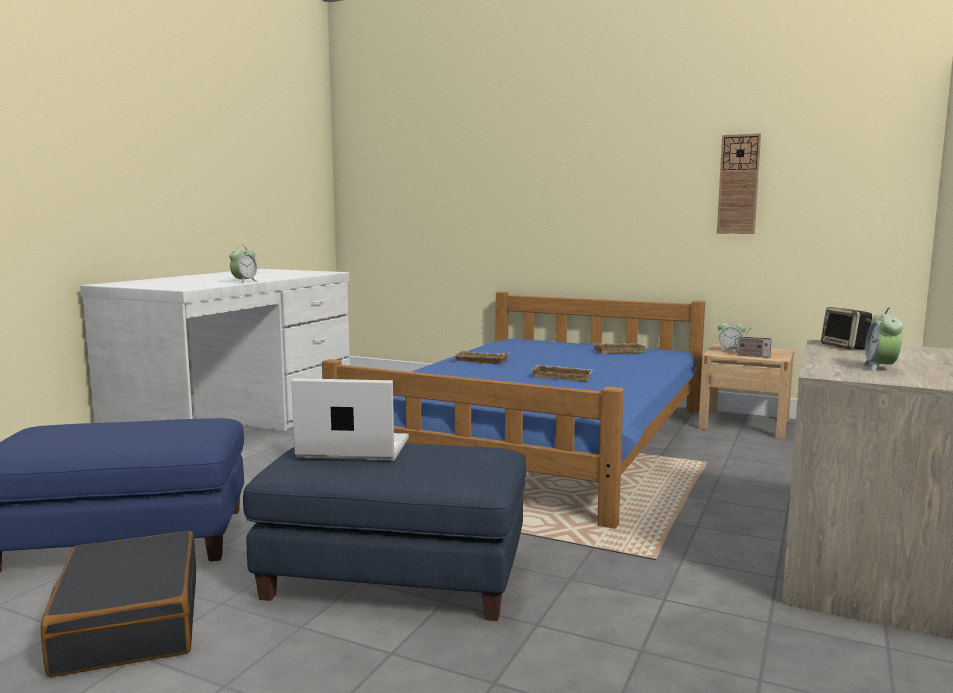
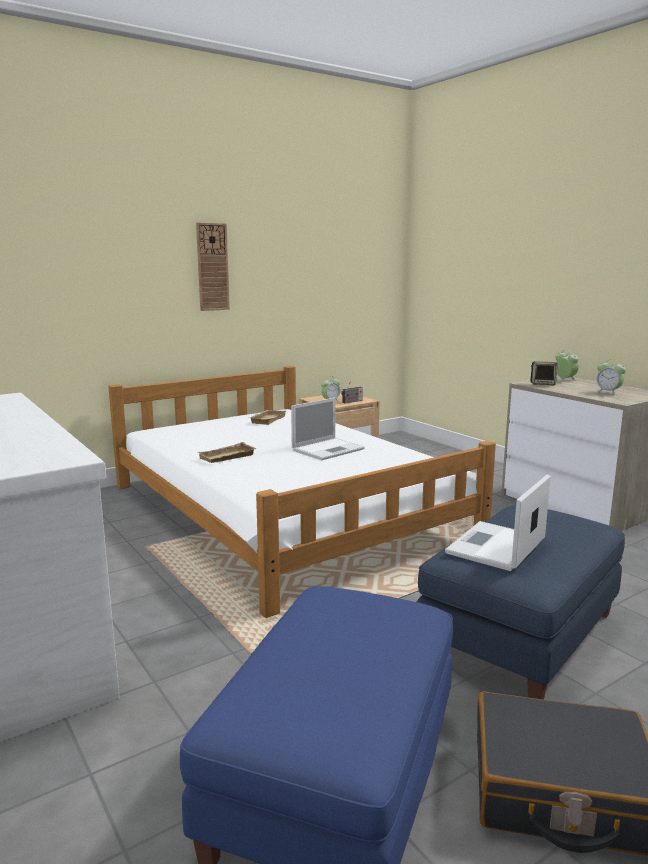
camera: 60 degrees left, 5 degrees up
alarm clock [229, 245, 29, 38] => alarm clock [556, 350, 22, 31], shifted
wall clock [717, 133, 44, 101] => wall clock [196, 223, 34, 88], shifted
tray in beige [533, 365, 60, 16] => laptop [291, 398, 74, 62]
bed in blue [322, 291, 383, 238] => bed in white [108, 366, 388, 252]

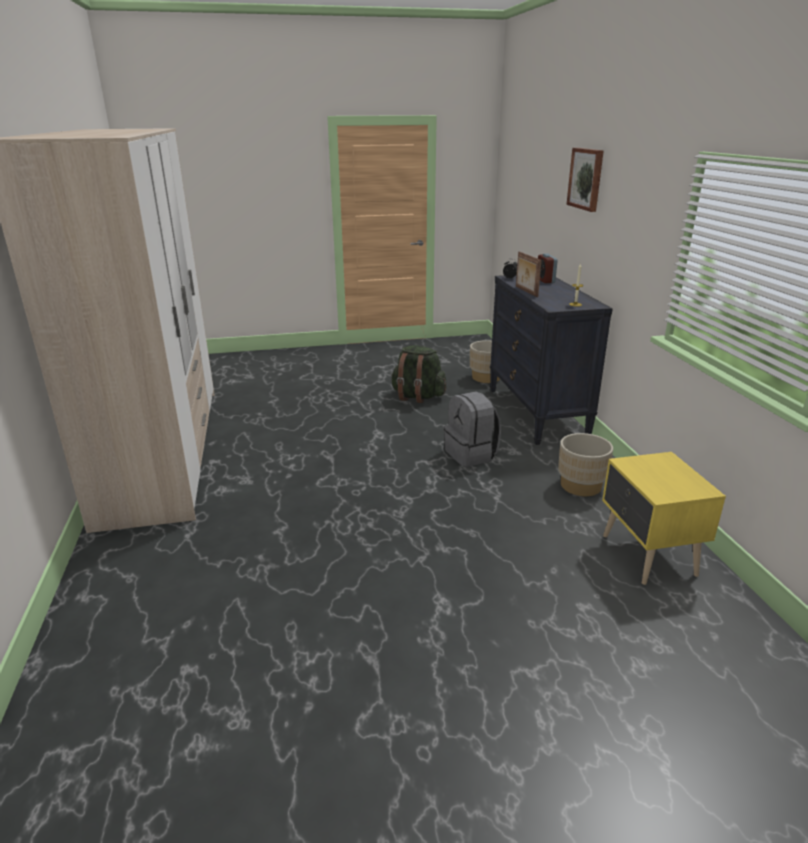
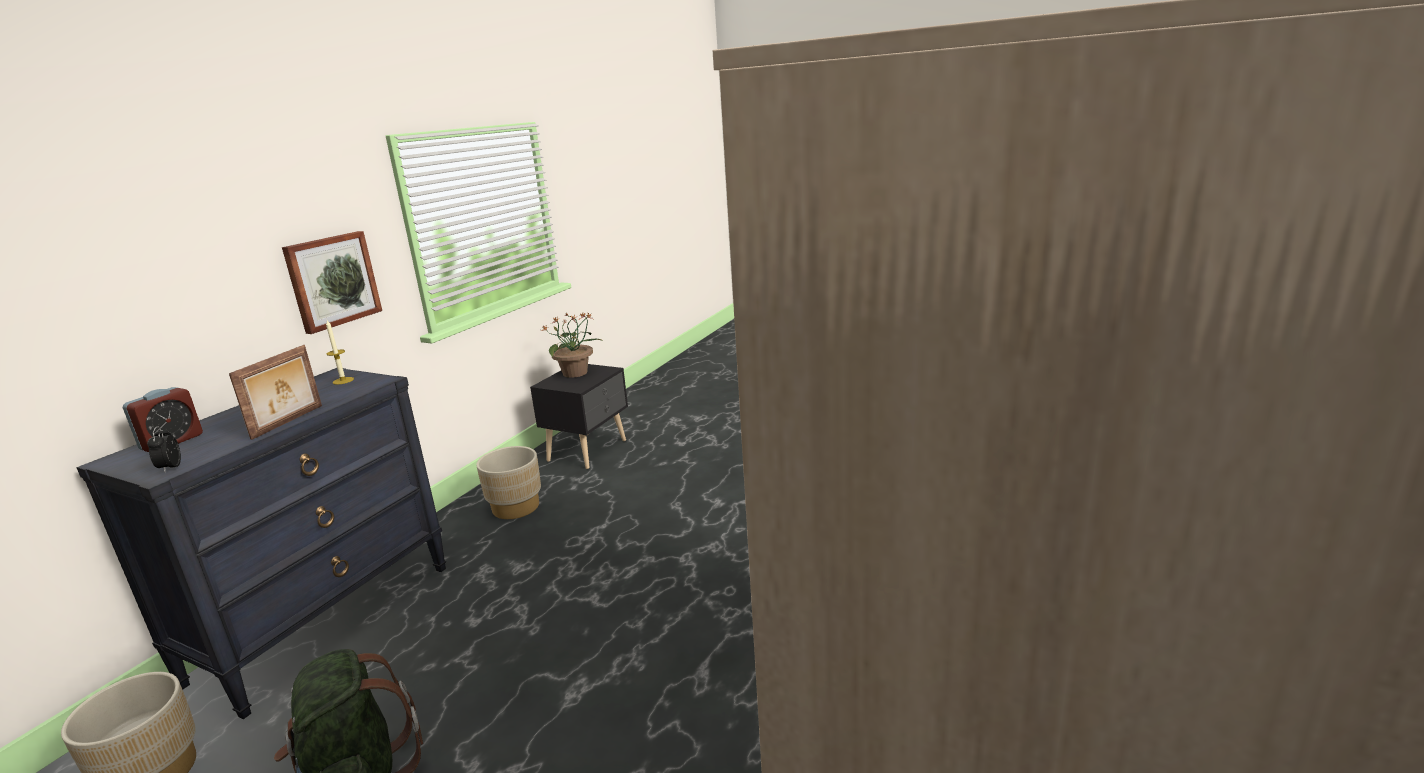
camera: 140 degrees left, 5 degrees down
backpack in grey [444, 391, 57, 76] => nothing
nothing => potted plant [541, 312, 60, 66]
picture [566, 148, 38, 64] => picture [282, 231, 100, 103], shifted
nightstand in yellow [602, 452, 124, 133] => nightstand in black [530, 364, 98, 105]

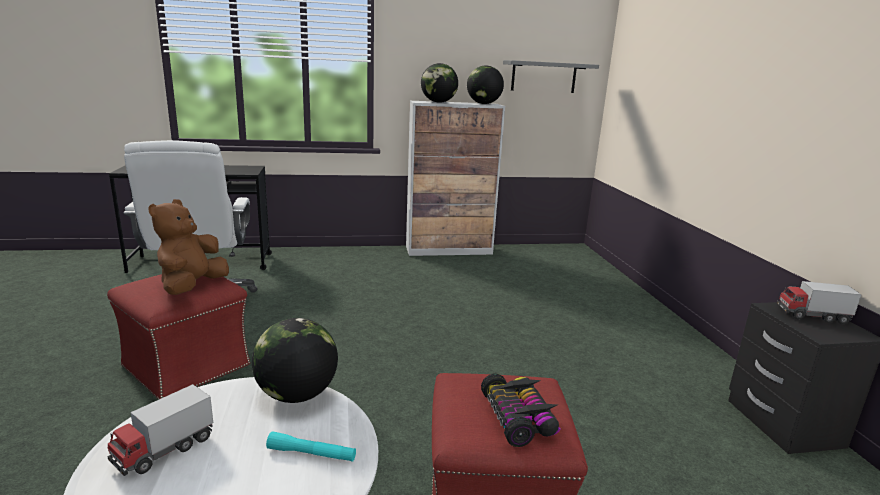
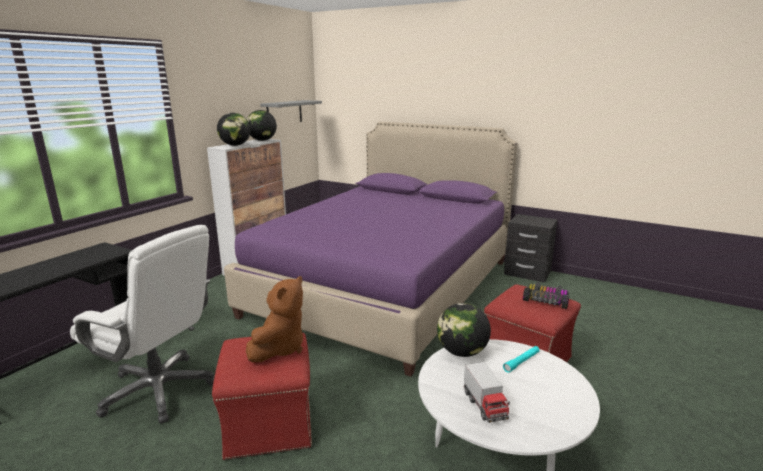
camera: 50 degrees left, 0 degrees up
toy truck [777, 281, 84, 43] => nothing
nothing => bed in purple [224, 122, 294, 255]
plush toy in brown [148, 199, 81, 96] => plush toy in brown [246, 276, 57, 86], 120 degrees counterclockwise

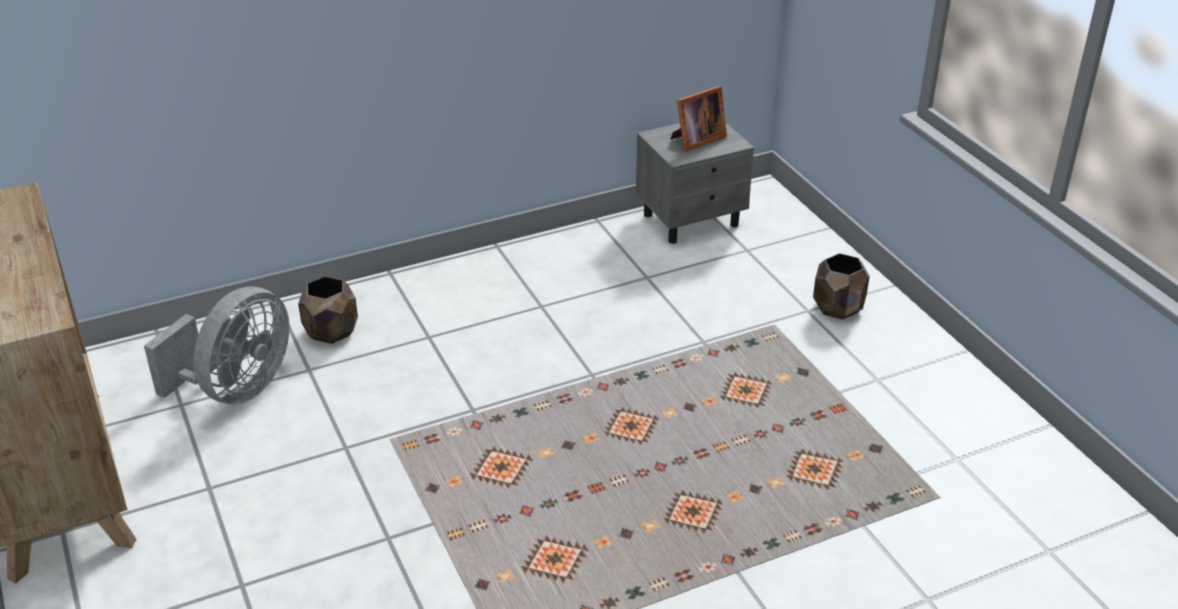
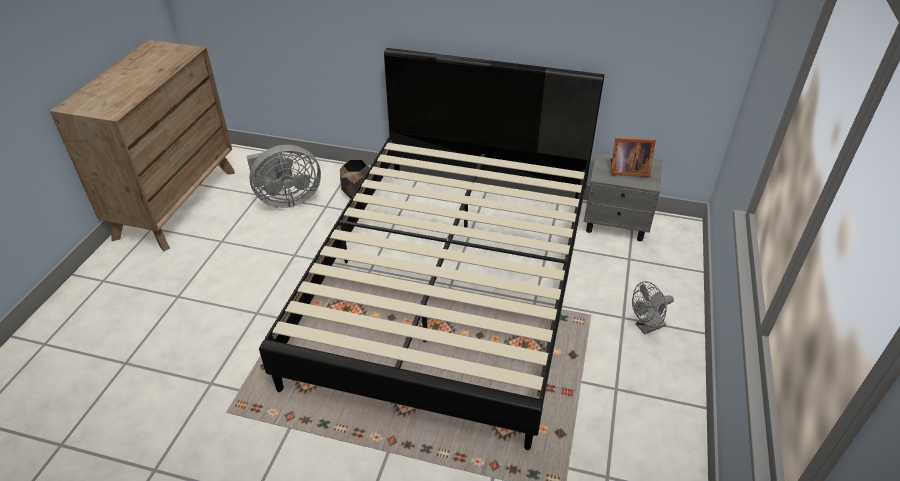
camera: 40 degrees right, 5 degrees up
nothing => bed in black [259, 48, 345, 402]
planter in brown [813, 253, 57, 67] => fan in grey [632, 281, 42, 53]

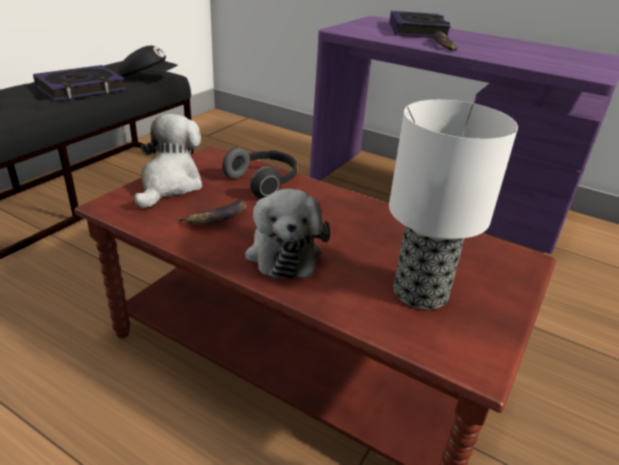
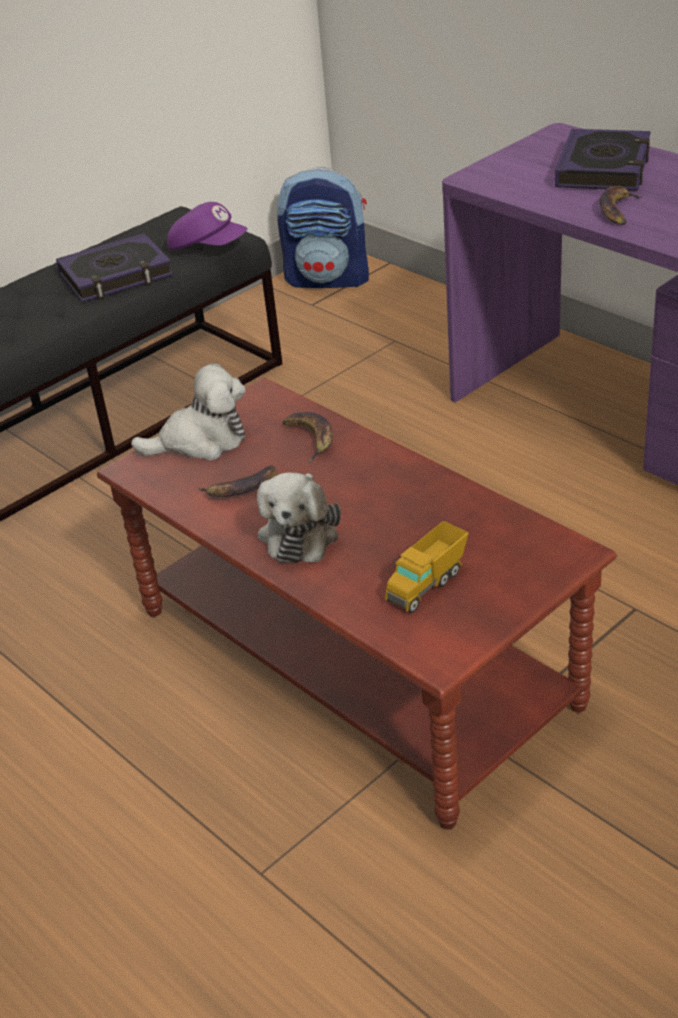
camera: 20 degrees right, 5 degrees up
nothing => backpack [277, 167, 92, 121]
headphones [222, 147, 75, 52] => banana [283, 412, 50, 51]
table lamp [389, 100, 129, 210] => toy truck [385, 521, 84, 92]
cap in black [119, 46, 59, 31] => cap in purple [167, 202, 81, 48]
plush toy [134, 114, 68, 94] => plush toy [131, 363, 115, 98], 45 degrees clockwise

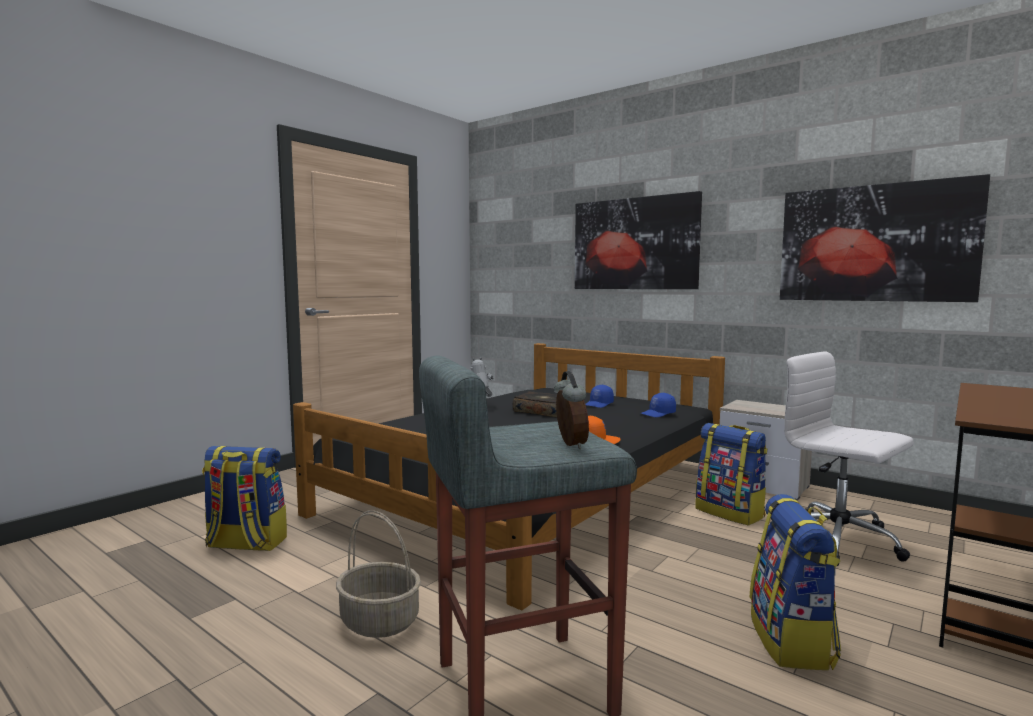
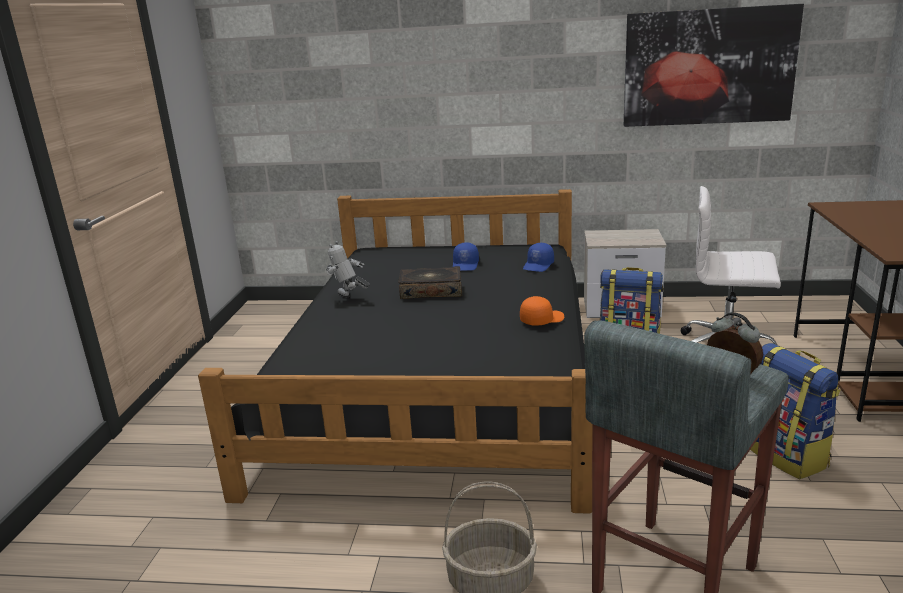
camera: 30 degrees left, 15 degrees up
backpack [202, 446, 85, 105] => nothing
picture [575, 191, 127, 98] => nothing

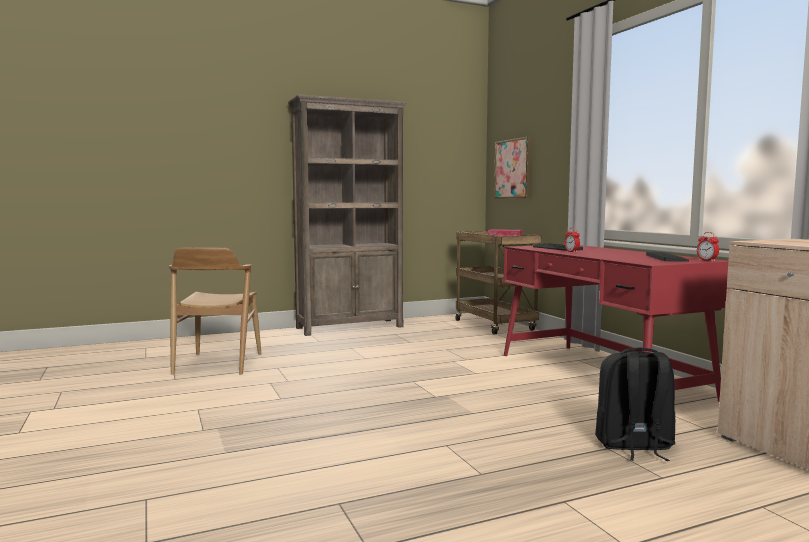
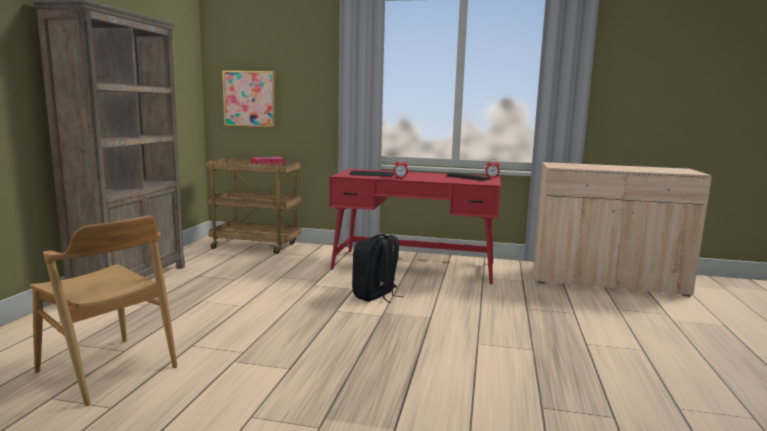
camera: 55 degrees left, 5 degrees up
backpack in black [595, 348, 80, 113] => backpack in black [352, 234, 51, 69], shifted

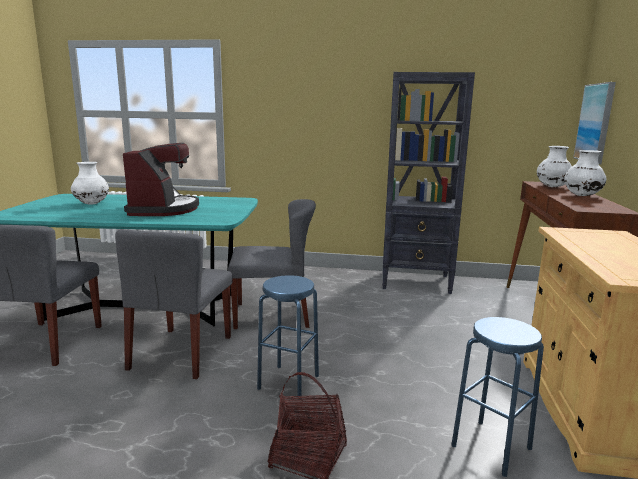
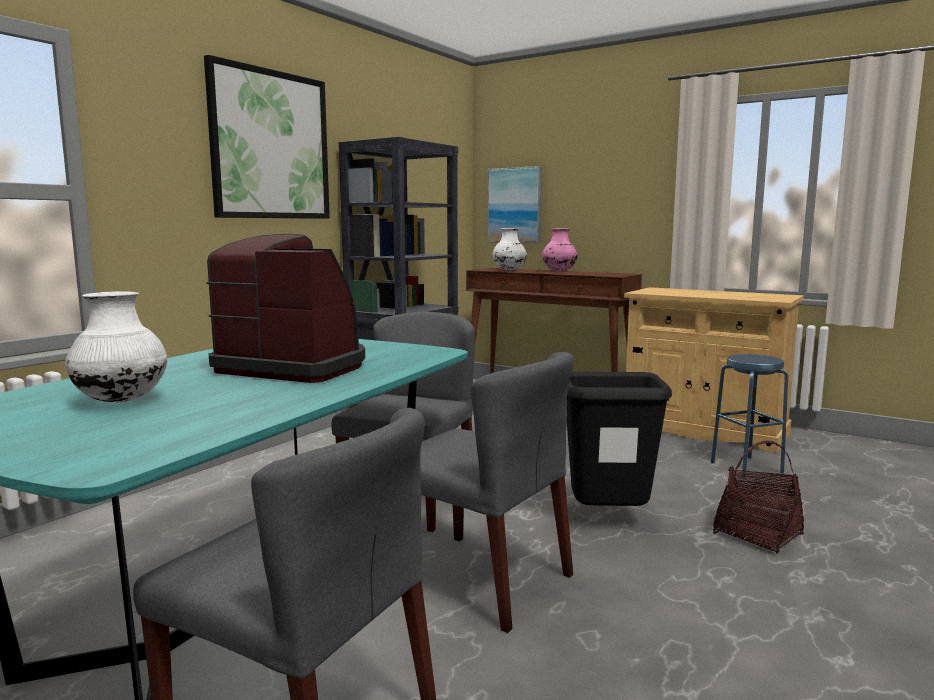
camera: 65 degrees left, 5 degrees down
nothing => picture [204, 55, 126, 164]
stool in blue [257, 275, 62, 121] => trash can in black [567, 372, 105, 134]
vase in white [564, 150, 42, 46] => vase in pink [542, 228, 35, 44]

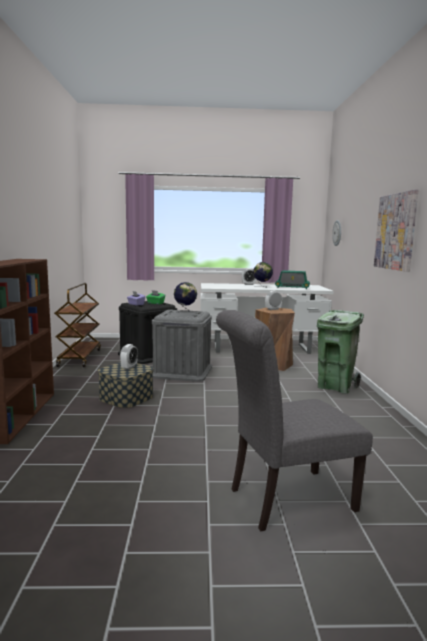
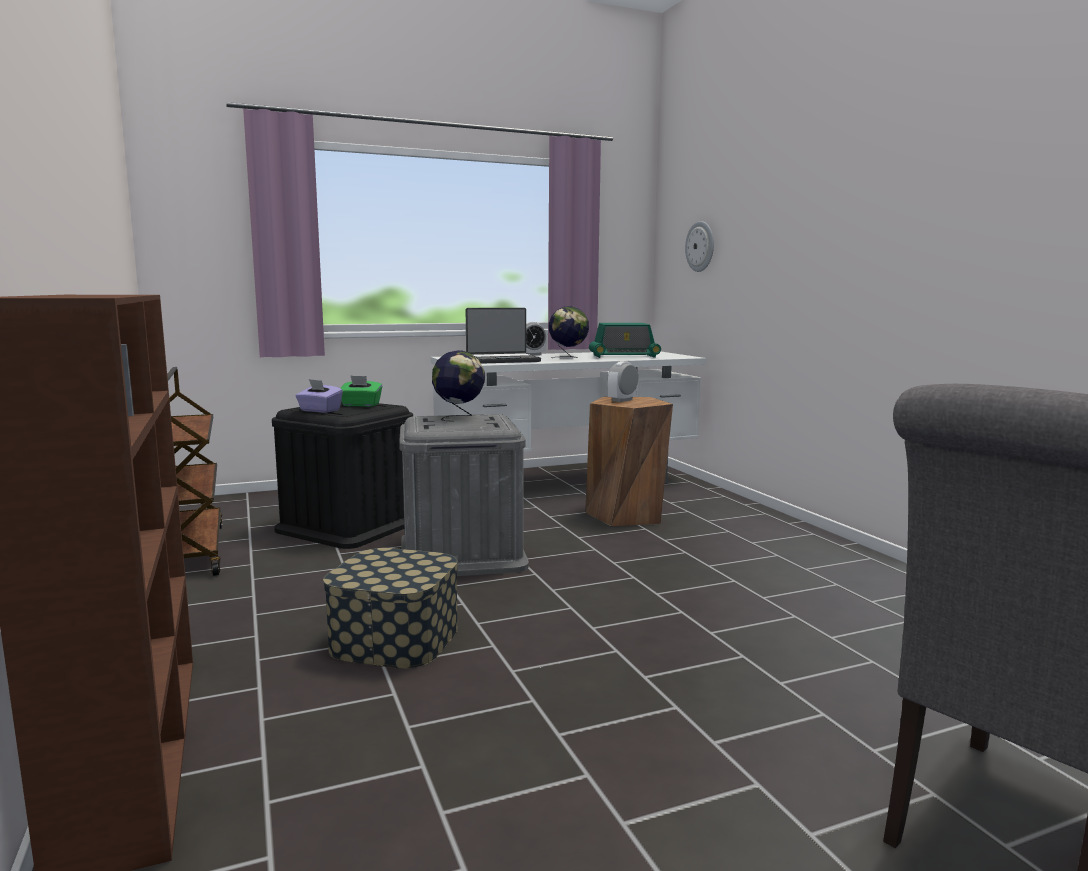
camera: 20 degrees left, 0 degrees up
alarm clock [120, 344, 18, 26] => nothing
trash can in green [317, 310, 47, 84] => nothing
picture [374, 189, 45, 83] => nothing
nothing => laptop [466, 308, 75, 56]

